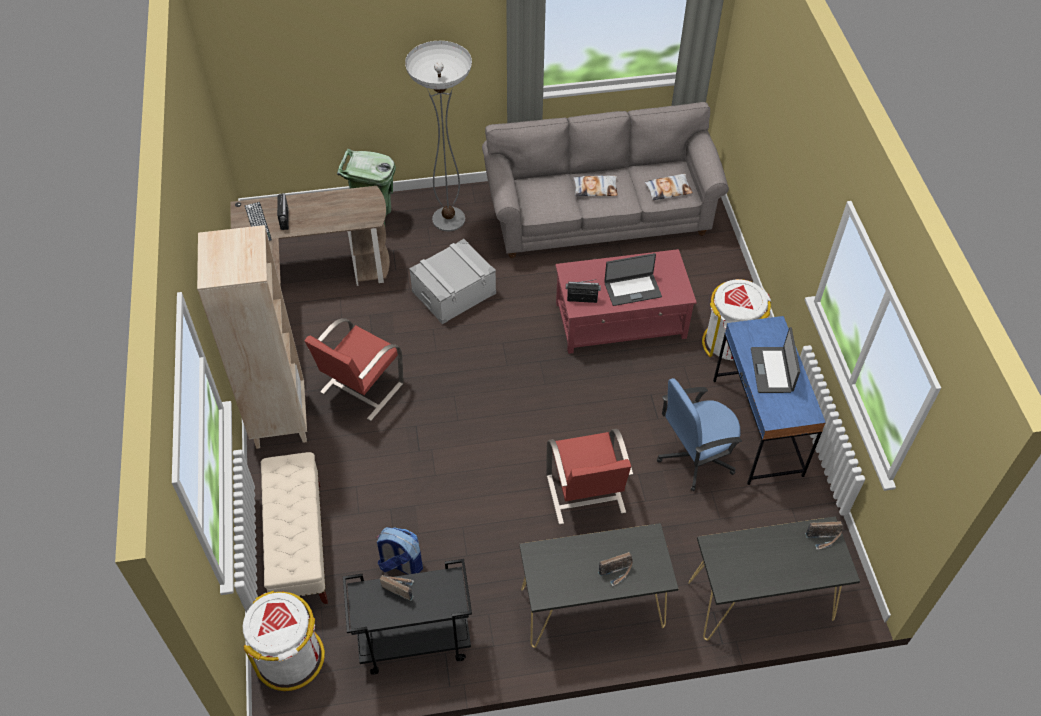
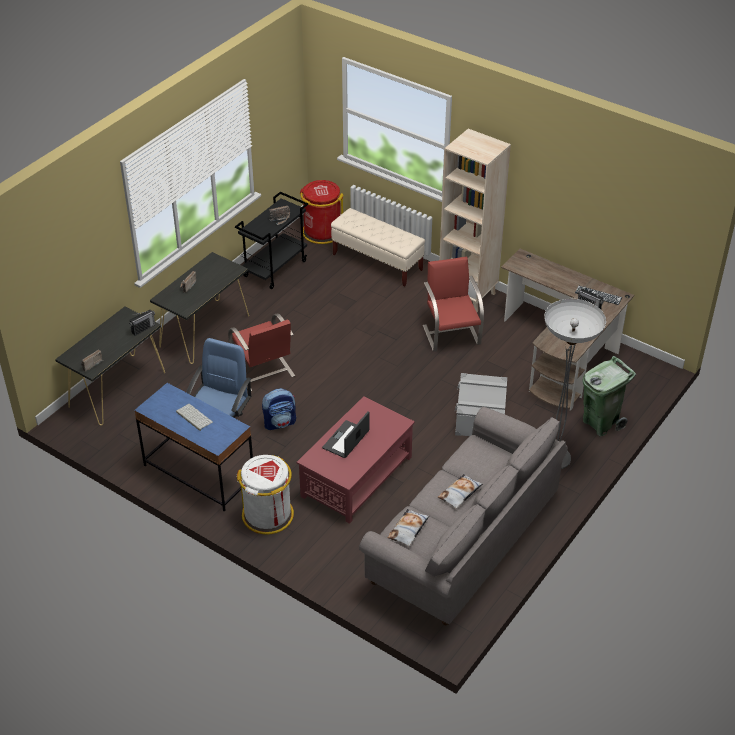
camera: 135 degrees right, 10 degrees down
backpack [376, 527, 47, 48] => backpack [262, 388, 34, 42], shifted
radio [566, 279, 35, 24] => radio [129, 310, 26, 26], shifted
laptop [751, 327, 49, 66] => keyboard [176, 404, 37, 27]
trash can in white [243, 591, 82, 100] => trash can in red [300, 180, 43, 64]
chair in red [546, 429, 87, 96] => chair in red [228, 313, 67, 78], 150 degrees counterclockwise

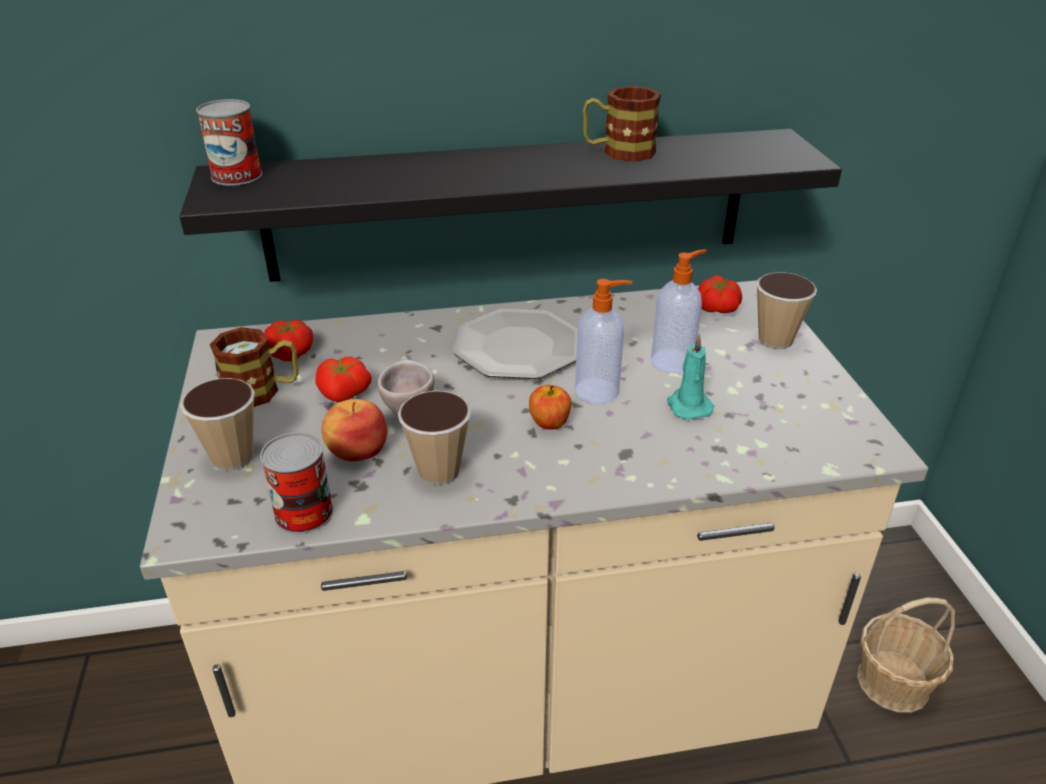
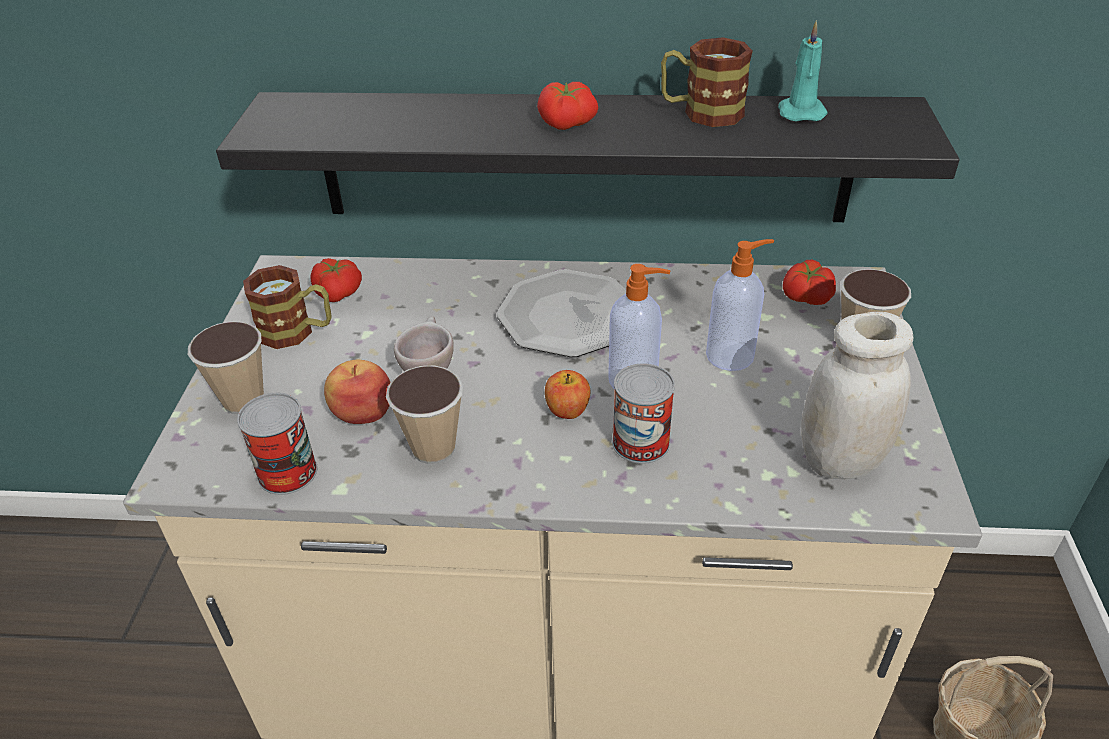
camera: 15 degrees right, 5 degrees up
nothing => jar in white [801, 312, 112, 167]
can [196, 99, 66, 87] => can [612, 363, 63, 101], shifted
tomato [315, 357, 57, 45] => tomato [537, 82, 61, 48], shifted
candle in turquoise [667, 334, 47, 86] => candle in turquoise [778, 20, 50, 102], shifted

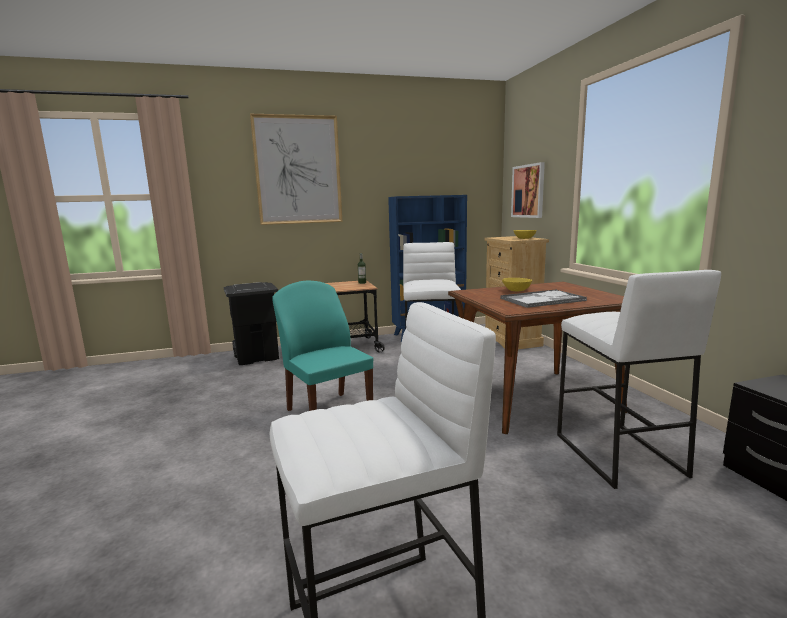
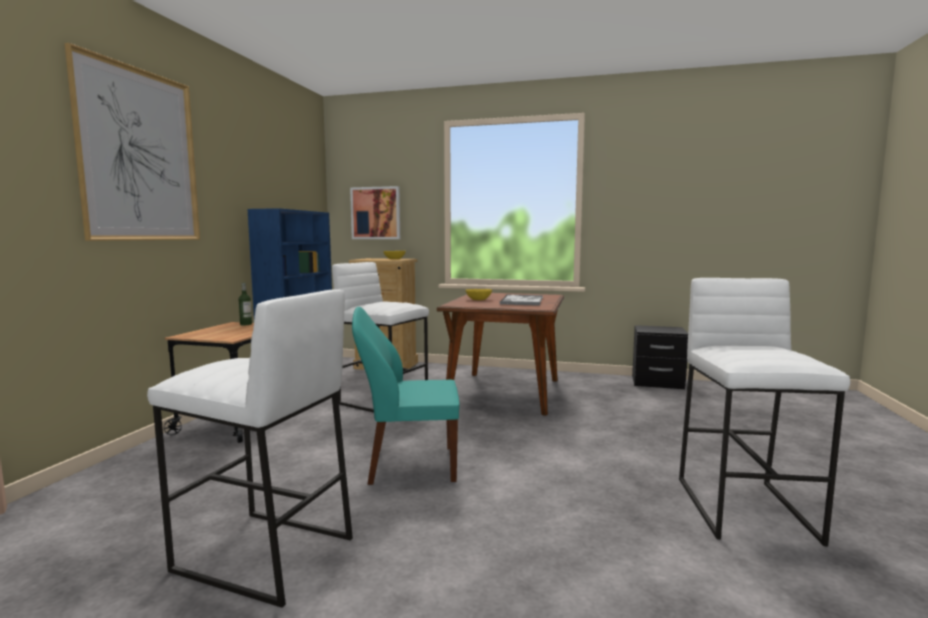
camera: 60 degrees left, 5 degrees down
trash can in black [224, 282, 55, 83] => nothing
stool in white [557, 270, 164, 219] => stool in white [147, 289, 206, 319], shifted

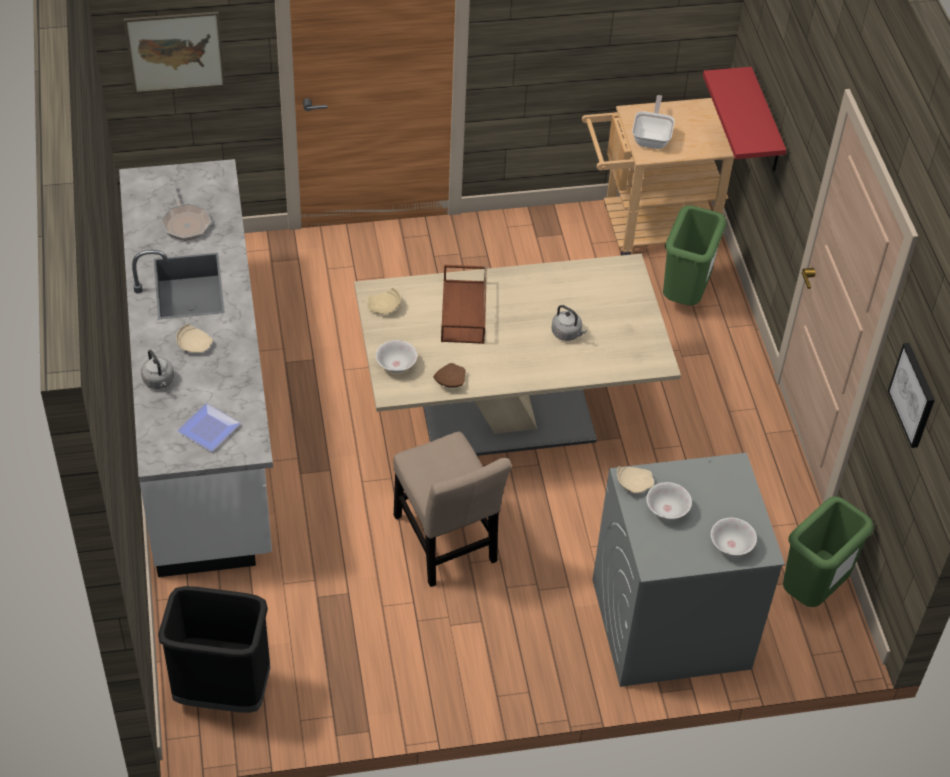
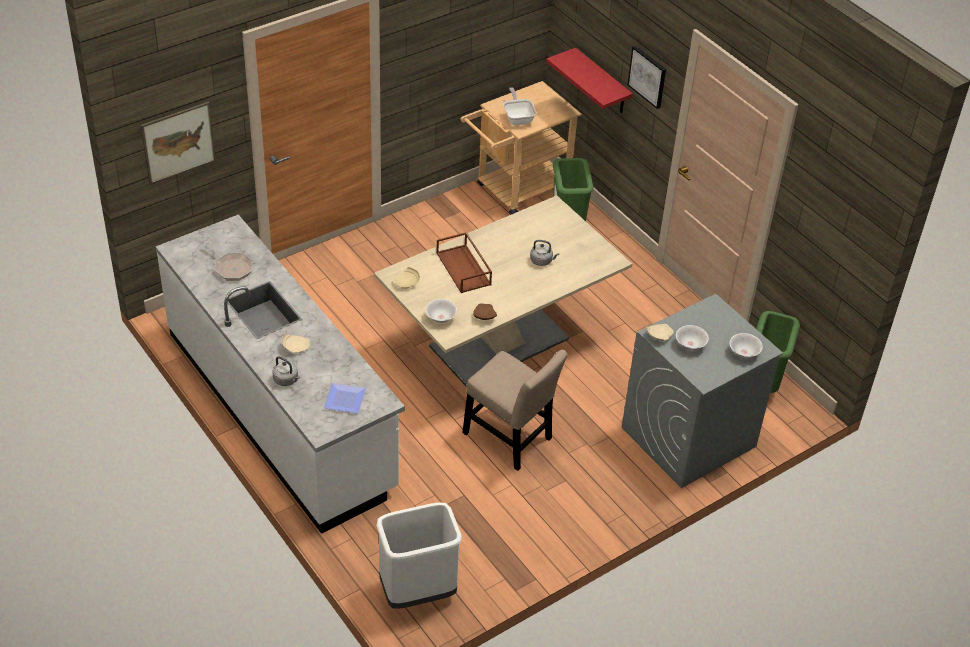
camera: 25 degrees left, 5 degrees down
picture [888, 343, 47, 105] => picture [627, 46, 39, 63], shifted
trash can in black [158, 586, 112, 127] => trash can in white [376, 502, 86, 107]

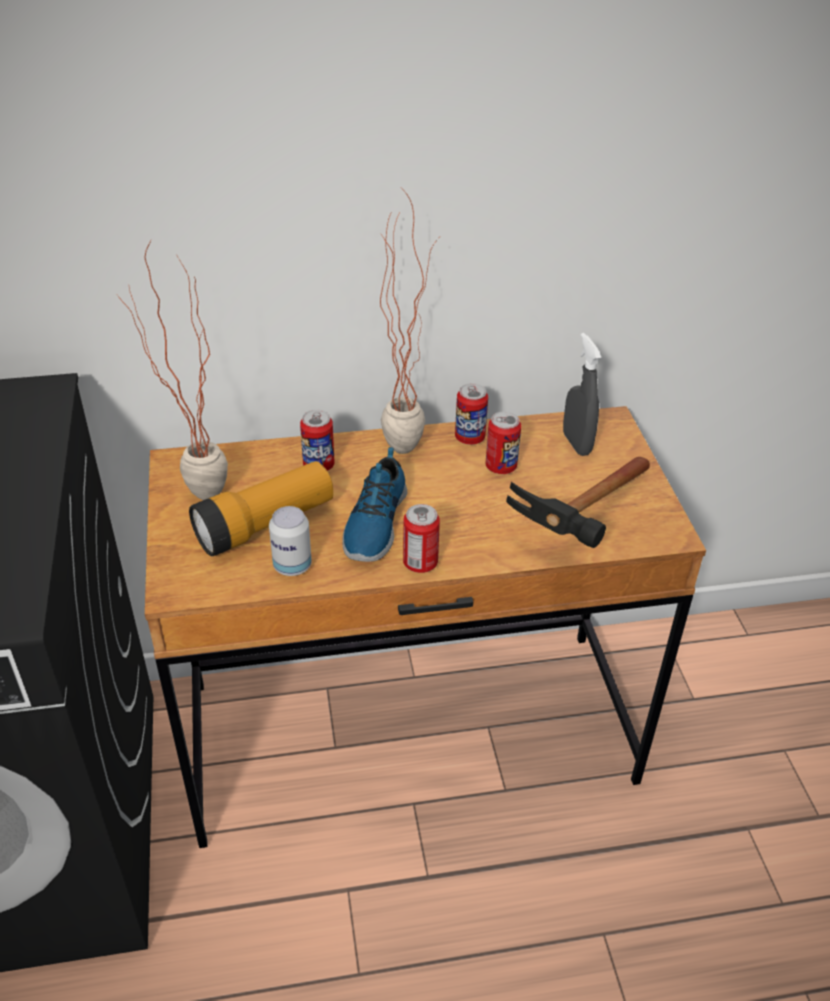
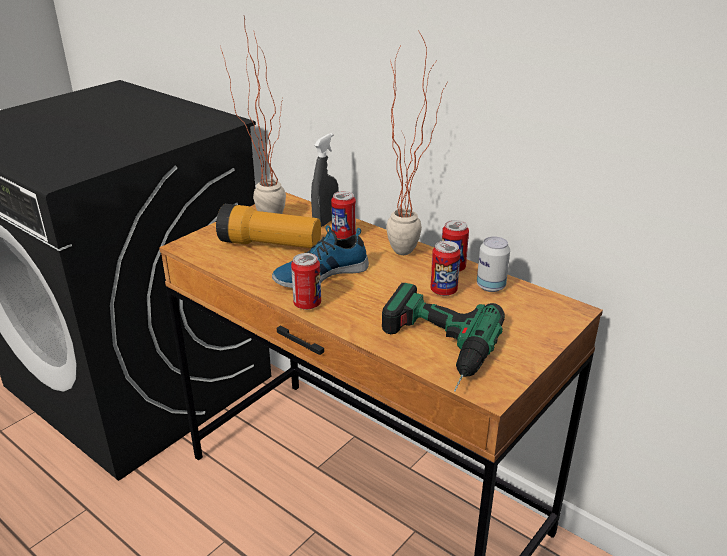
camera: 50 degrees right, 10 degrees down
can [269, 506, 43, 70] => can [477, 237, 33, 55], shifted
spray bottle in grey [563, 333, 39, 123] => spray bottle in grey [311, 133, 28, 94], shifted
hammer [506, 457, 144, 91] => power drill [382, 283, 123, 109]

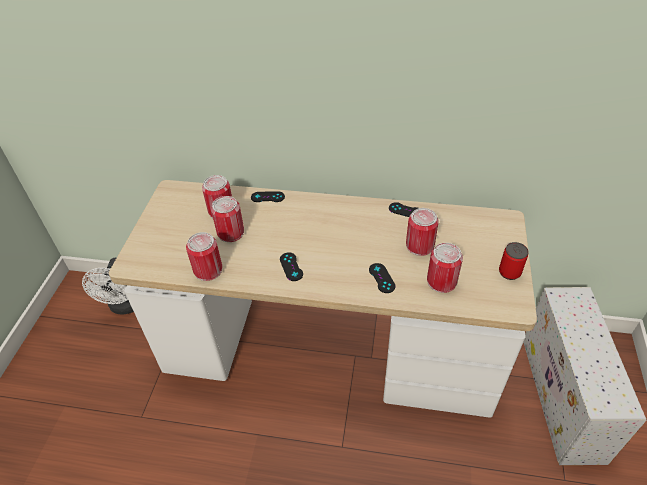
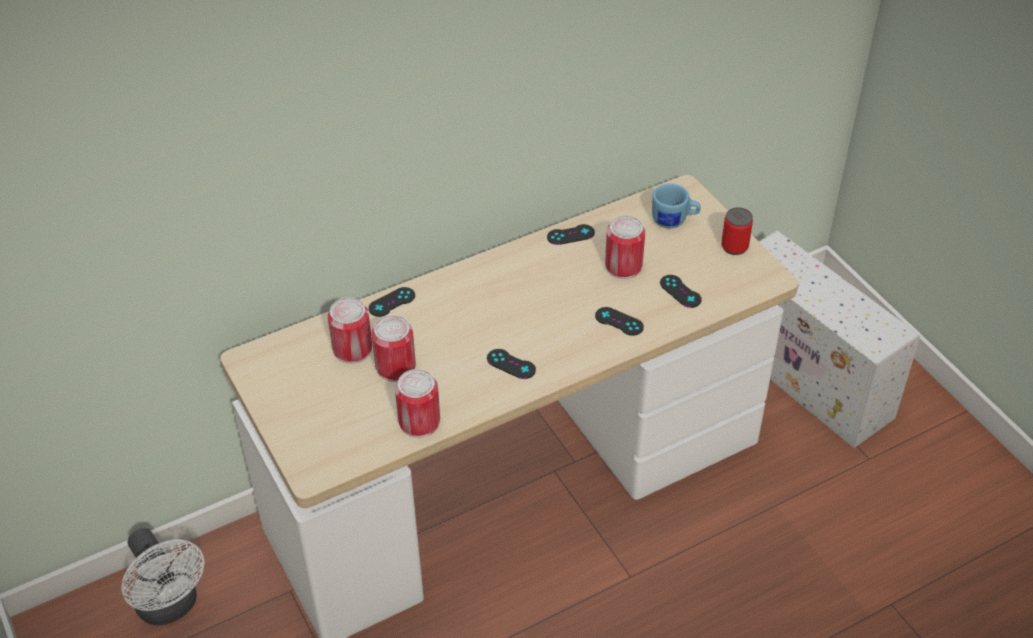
camera: 40 degrees left, 0 degrees up
nothing => mug in blue [652, 184, 49, 44]
can [427, 243, 36, 50] => game controller in black [660, 275, 42, 33]

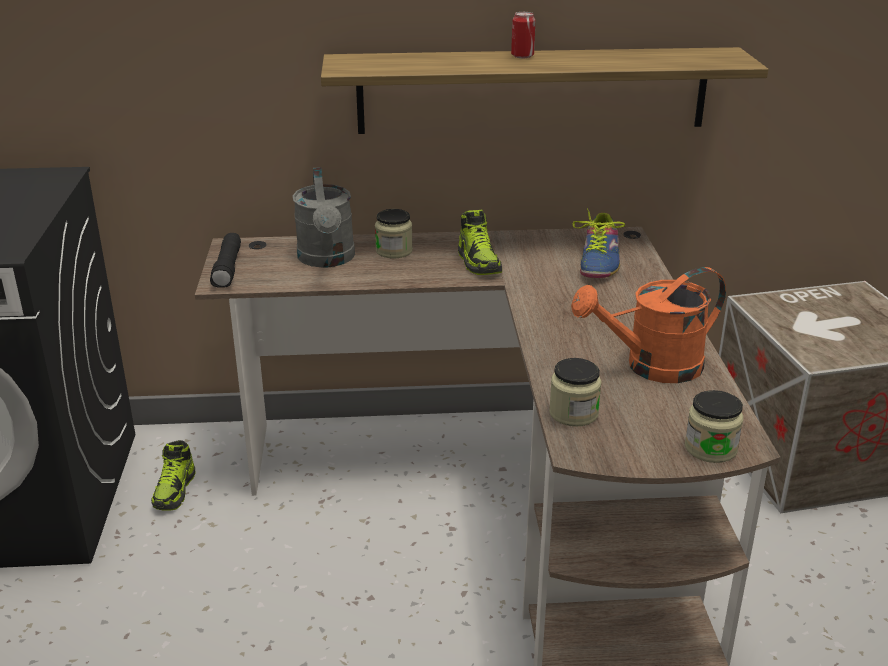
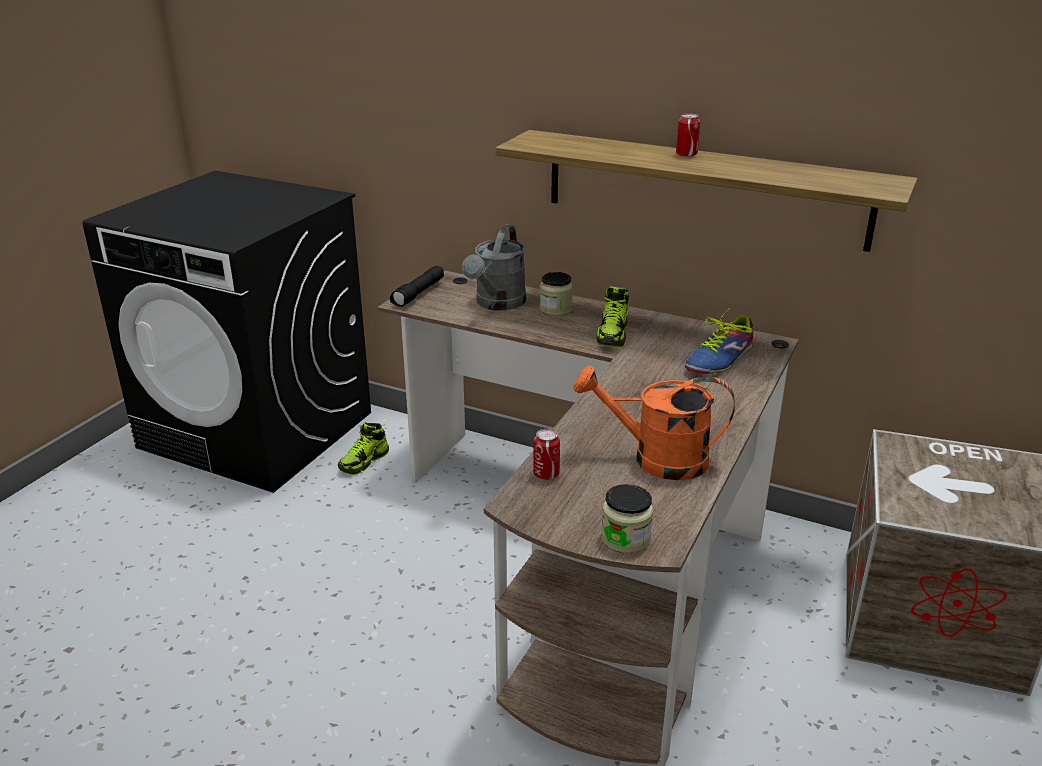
camera: 30 degrees right, 0 degrees up
jar [549, 358, 53, 69] => can [533, 429, 27, 51]

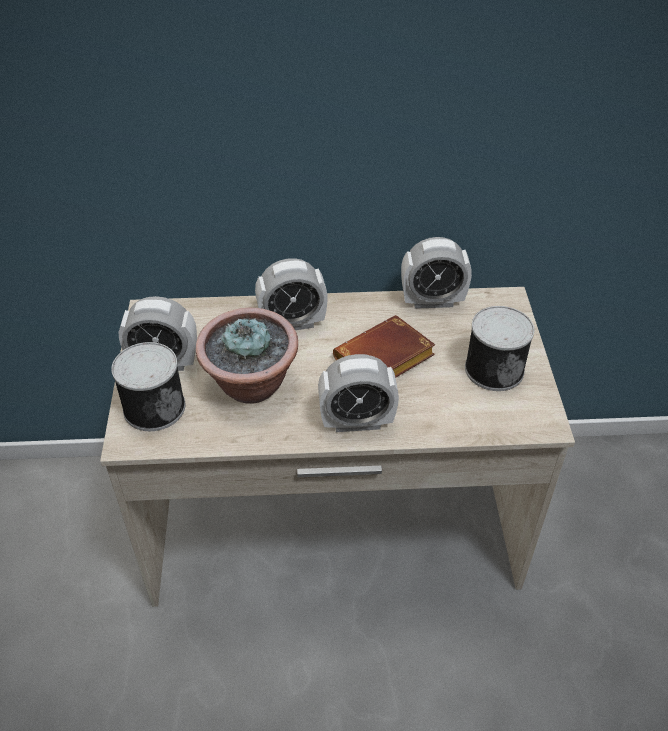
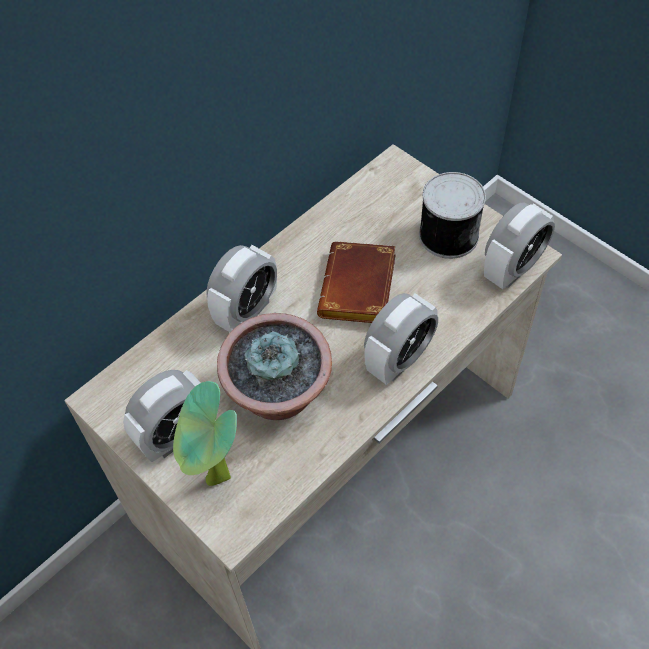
camera: 40 degrees left, 10 degrees up
alarm clock [401, 237, 71, 72] => alarm clock [484, 203, 71, 86], shifted
can [111, 342, 74, 89] => potted plant [173, 381, 64, 105]

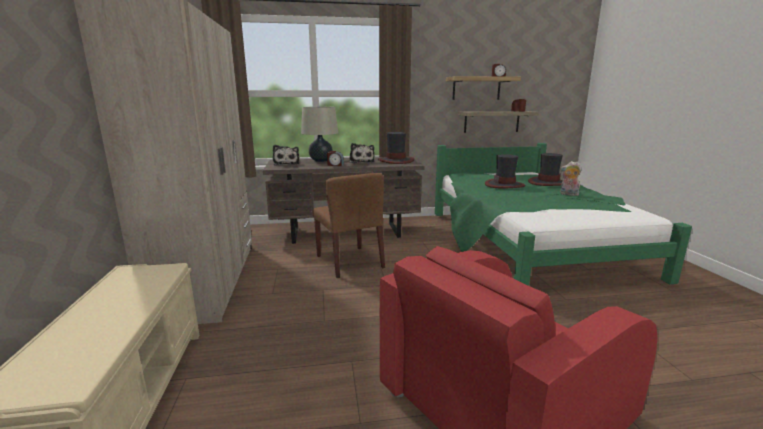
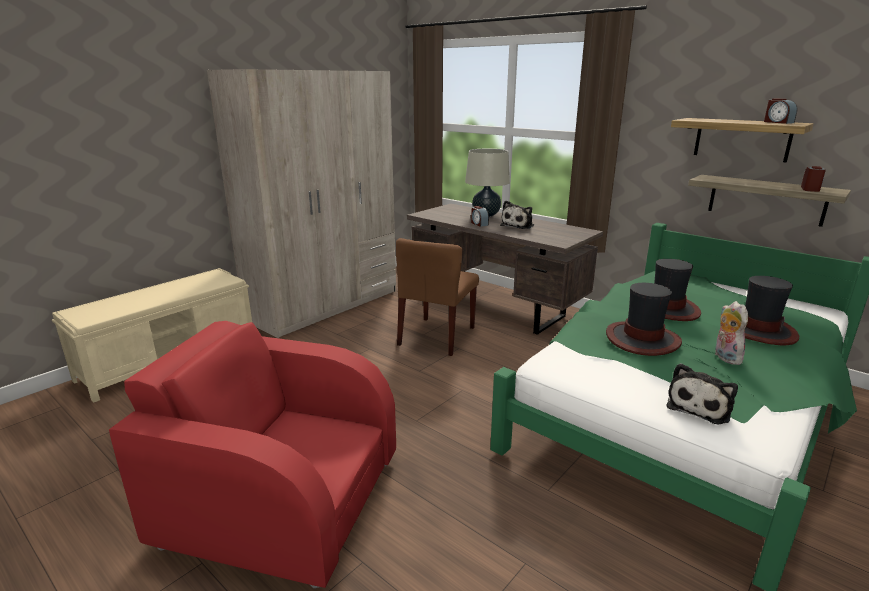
camera: 50 degrees right, 5 degrees up
plush toy [273, 145, 26, 21] => plush toy [667, 363, 71, 61], shifted
hat [378, 132, 36, 32] => hat [606, 283, 76, 73], shifted

